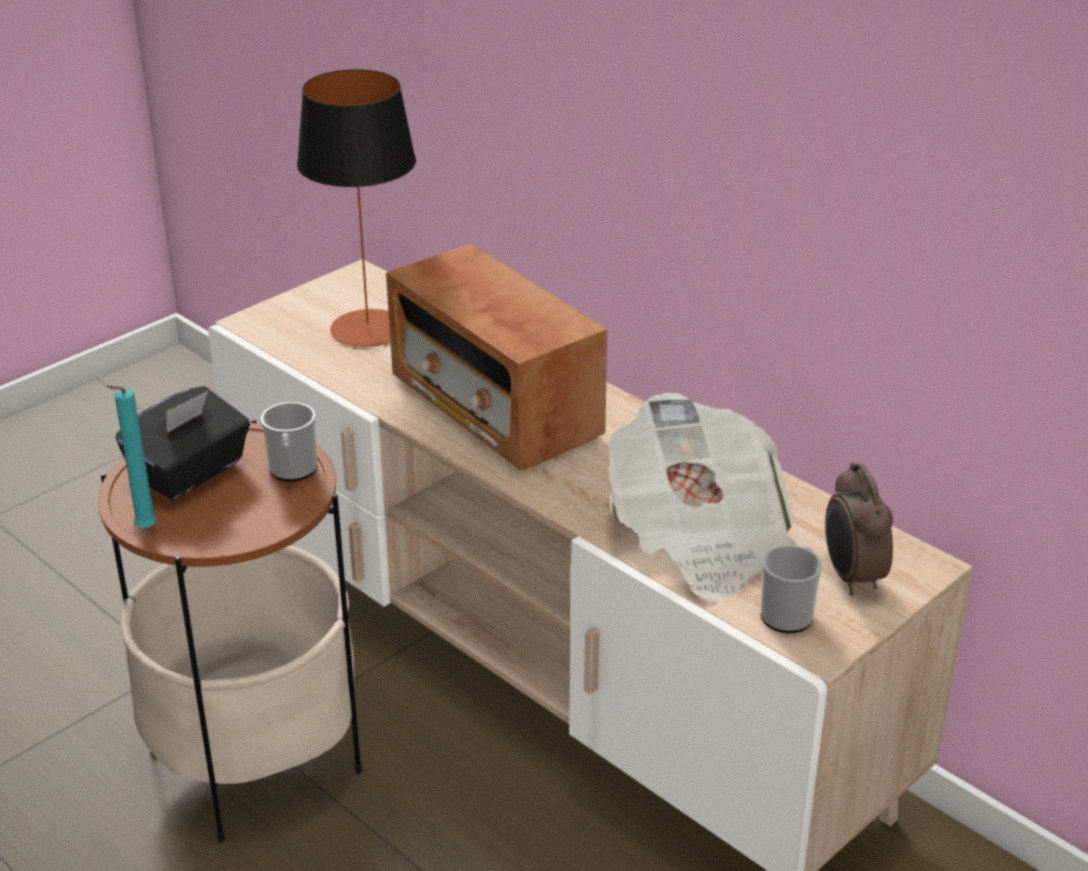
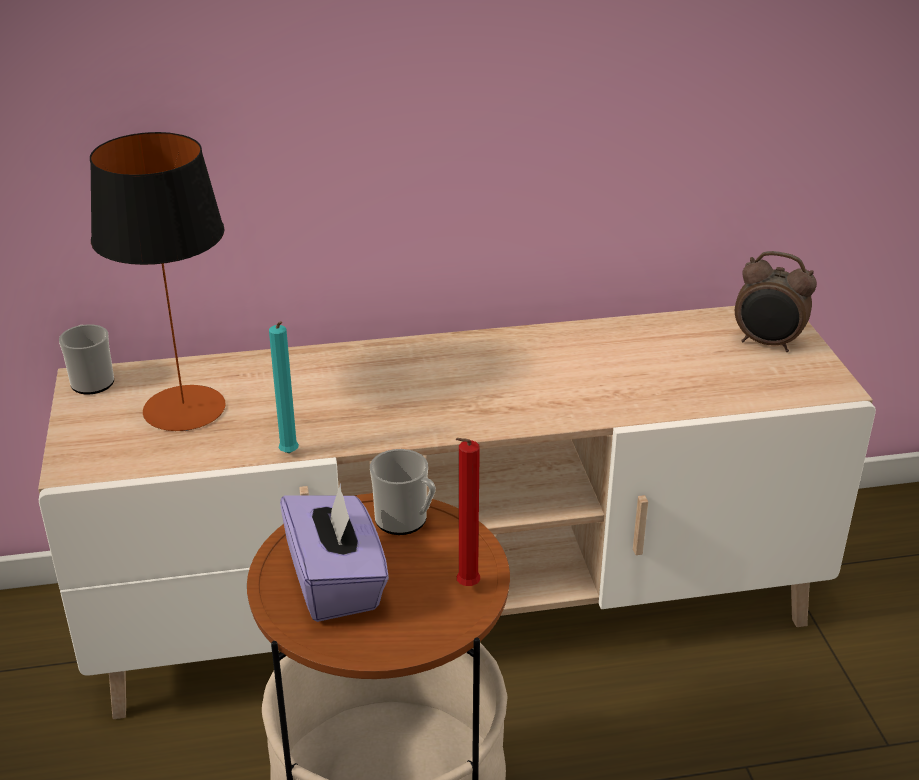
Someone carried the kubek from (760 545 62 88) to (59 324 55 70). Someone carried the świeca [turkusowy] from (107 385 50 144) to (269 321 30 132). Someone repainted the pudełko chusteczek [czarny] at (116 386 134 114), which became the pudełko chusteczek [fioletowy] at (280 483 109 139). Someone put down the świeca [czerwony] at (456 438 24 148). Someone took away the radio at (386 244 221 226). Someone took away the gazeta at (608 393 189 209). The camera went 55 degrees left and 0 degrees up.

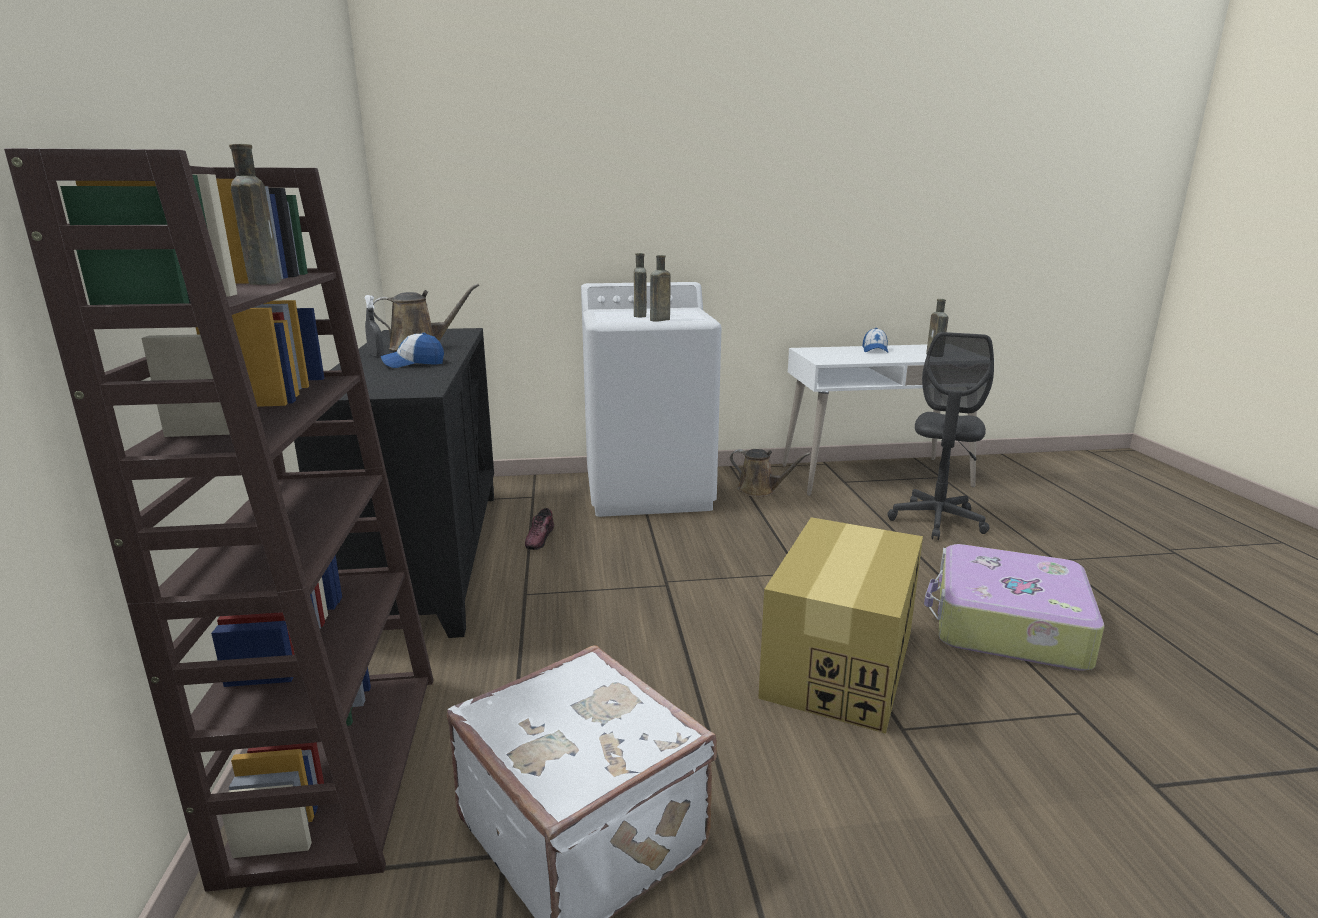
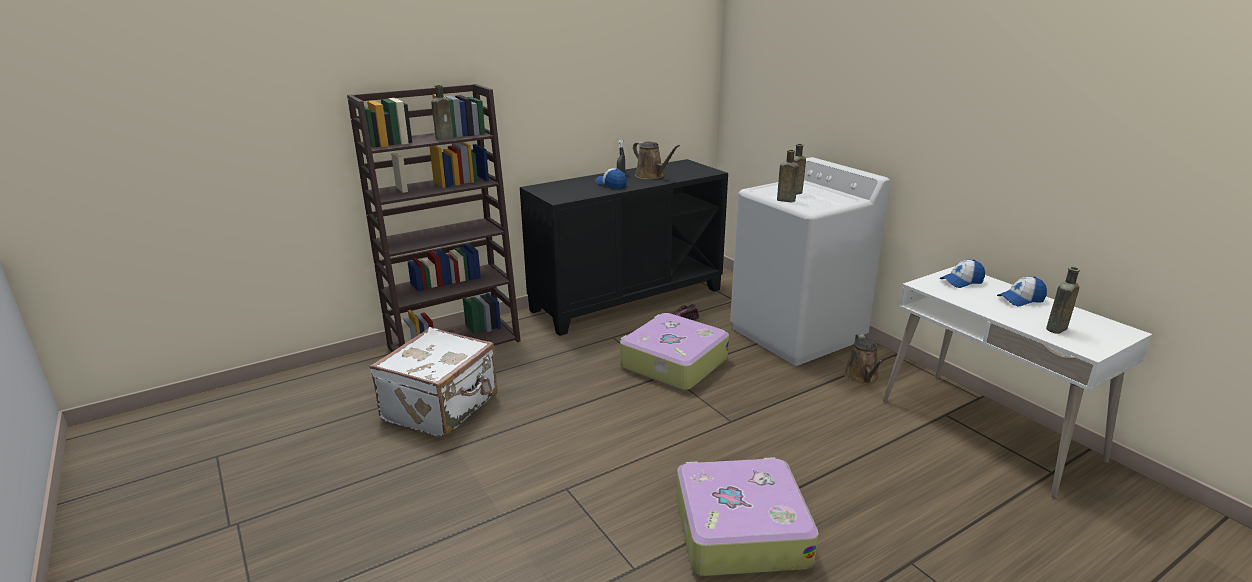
Someone put down the walizka at (620 313 109 77). Someone put down the czapka z daszkiem at (940 259 45 29). Someone took away the karton at (758 517 165 217). Someone took away the krzesło biurowe [szary] at (887 332 107 208). The camera went 65 degrees right and 5 degrees up.

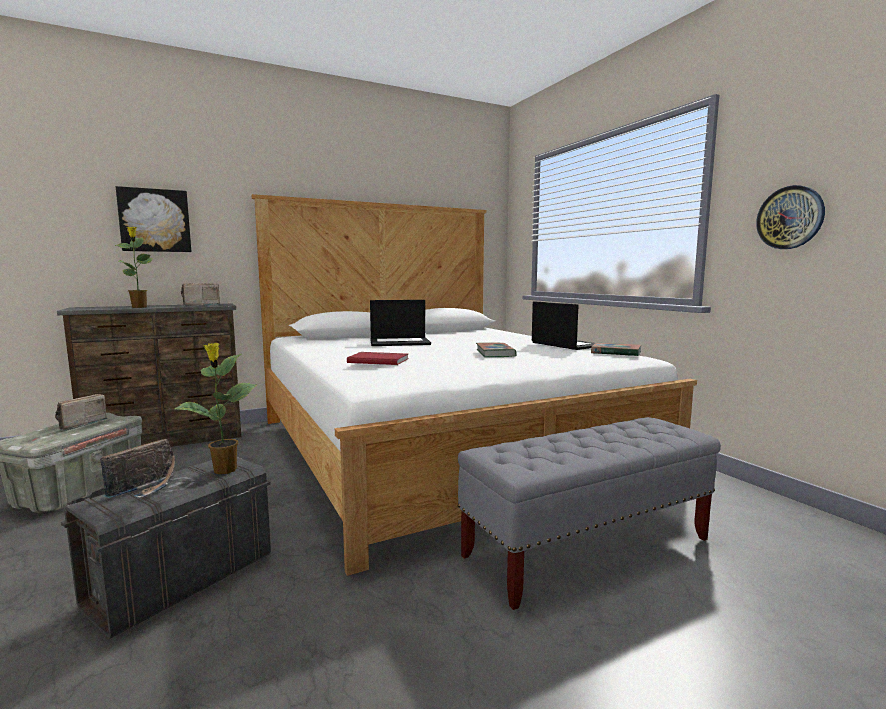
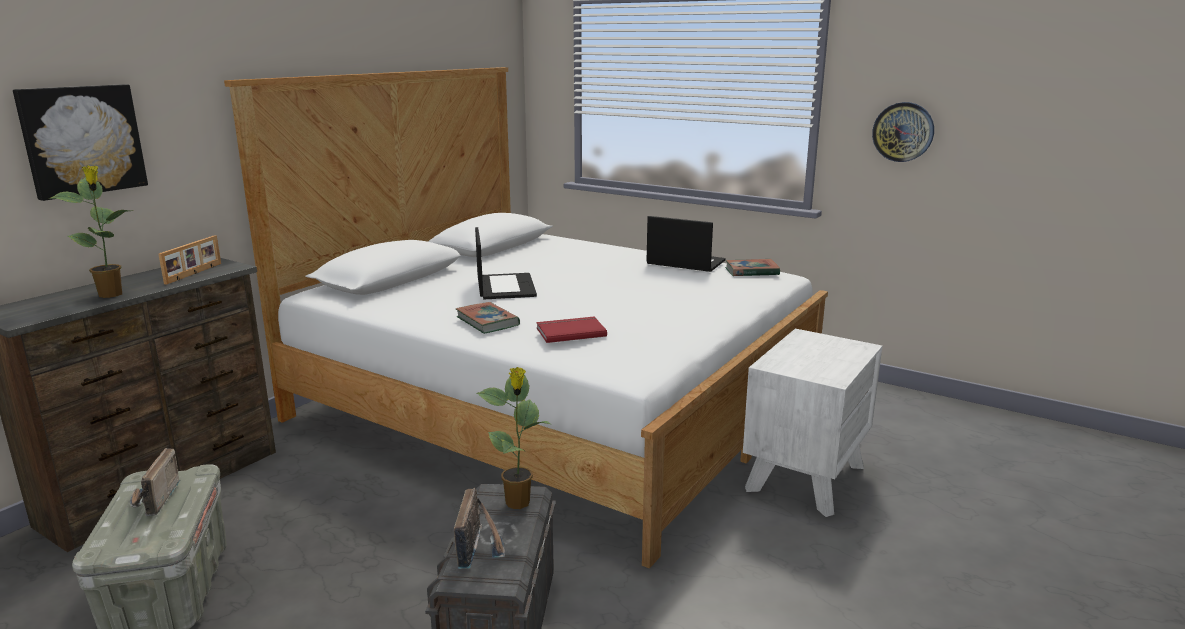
Someone swapped the radio at (181 283 39 24) for the ramka na zdjęcie at (158 235 63 49). Someone carried the książka from (476 342 41 15) to (456 302 64 32). Someone rotated the laptop at (370 300 61 46) by 60 degrees counterclockwise. Someone swapped the ławka [szary] at (458 417 263 193) for the szafka nocna [biały] at (743 329 139 188). The camera went 30 degrees left and 10 degrees up.

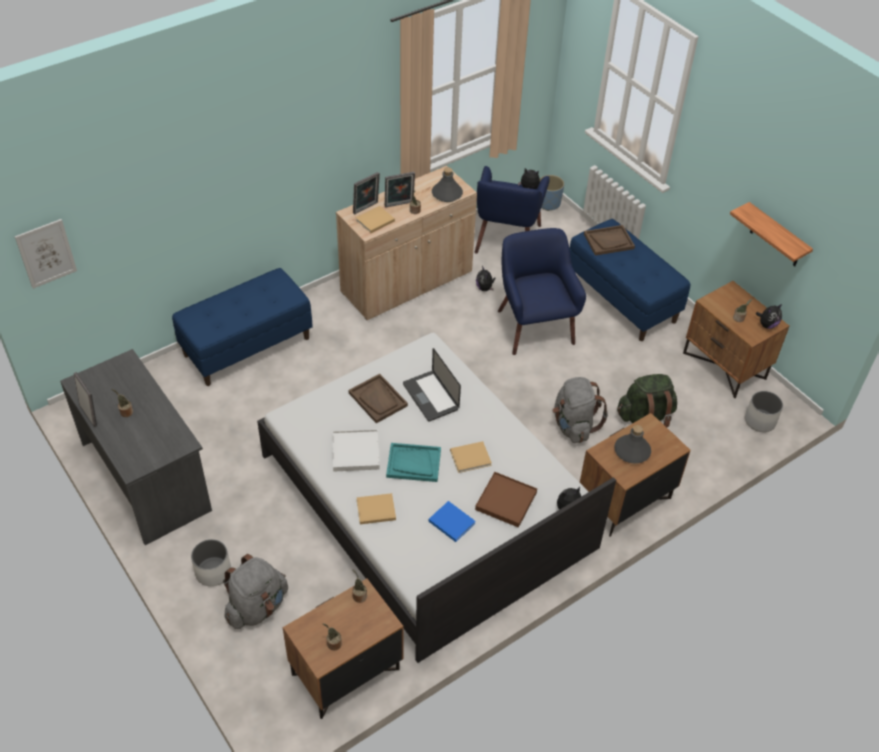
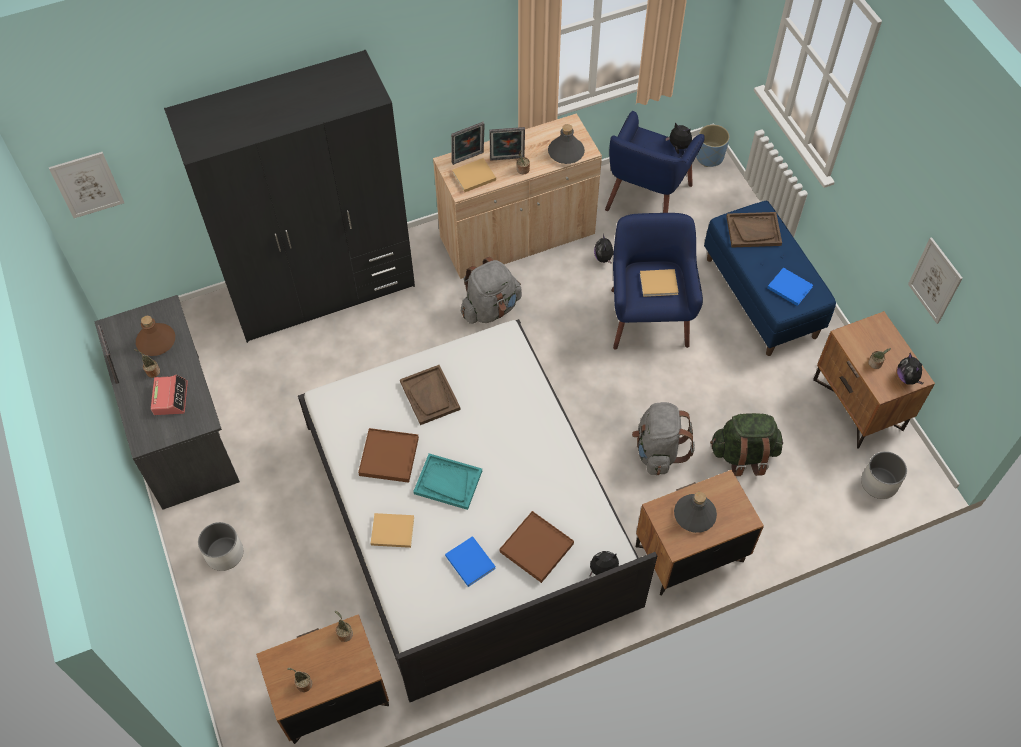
Someone put down the butelka [brązowy] at (136 316 39 40). Someone put down the budzik at (151 374 37 41). Someone swapped the ławka [niebieski] at (172 268 141 118) for the szafa [czarny] at (164 50 251 293). Someone repainted the taca [biały] at (333 429 46 42), which became the taca [brązowy] at (358 428 61 55). Someone carried the plecak [szary] from (223 554 65 75) to (461 257 61 67). Someone carried the książka [beżowy] from (450 441 42 32) to (640 269 39 28). Someone put down the książka [niebieski] at (767 268 46 38). Someone rotated the pluszak at (756 304 26 25) by 90 degrees clockwise. Someone swapped the półka at (730 202 83 64) for the obraz at (908 237 55 87). Someone took away the laptop at (403 348 58 74). The camera went 15 degrees right and 10 degrees up.

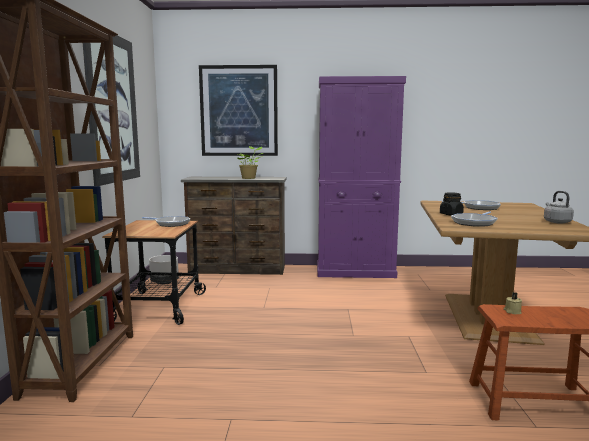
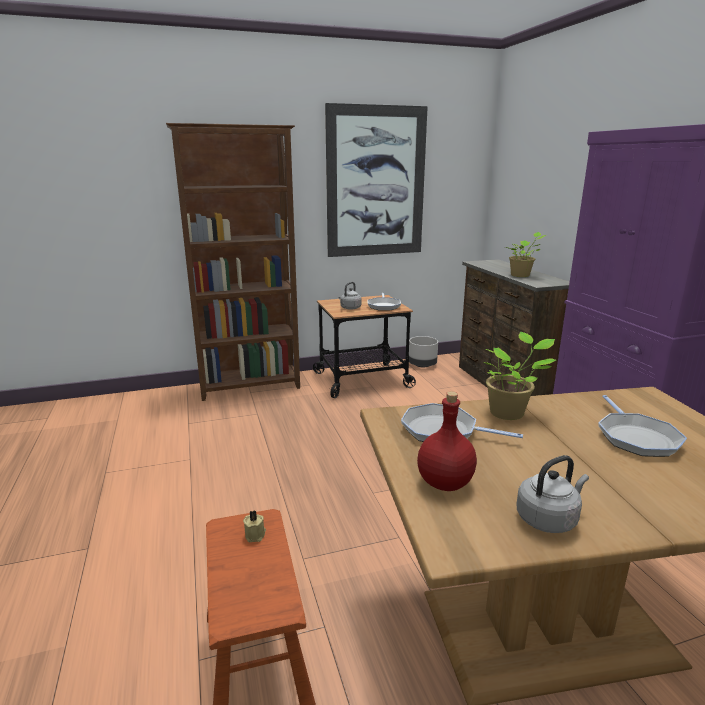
Someone put down the czajnik [szary] at (339 282 23 28). Someone put down the butelka [czerwony] at (417 391 60 100). Someone swapped the słoik [czarny] at (440 192 24 23) for the roślina doniczkowa at (484 332 72 88). Someone took away the obraz at (199 65 79 91). The camera went 70 degrees right and 10 degrees up.

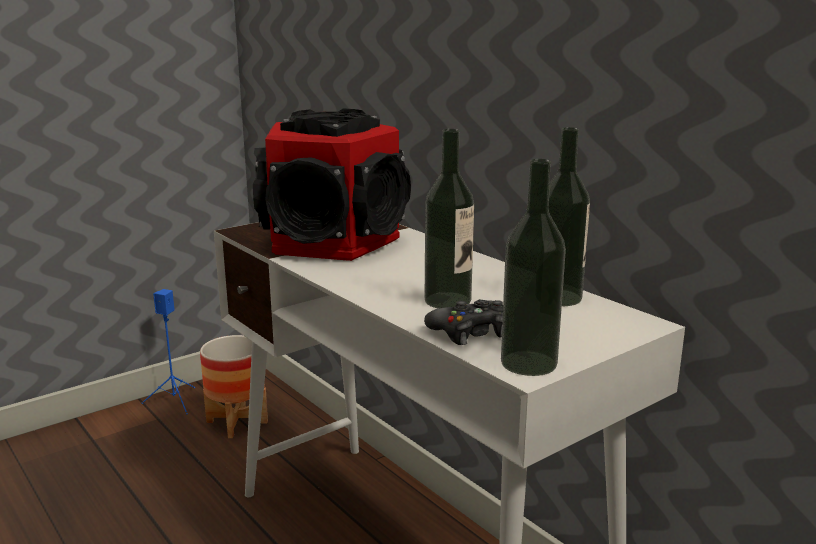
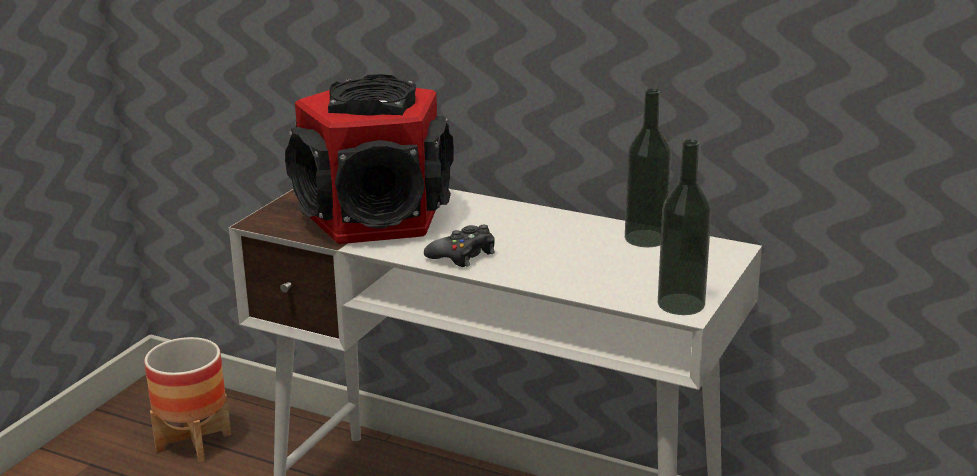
Someone carried the pad do gier [czarny] from (424 299 79 46) to (424 225 71 42). Someone took away the głośnik [niebieski] at (141 289 54 126). Someone took away the butelka at (425 129 49 180). The camera went 25 degrees left and 5 degrees up.

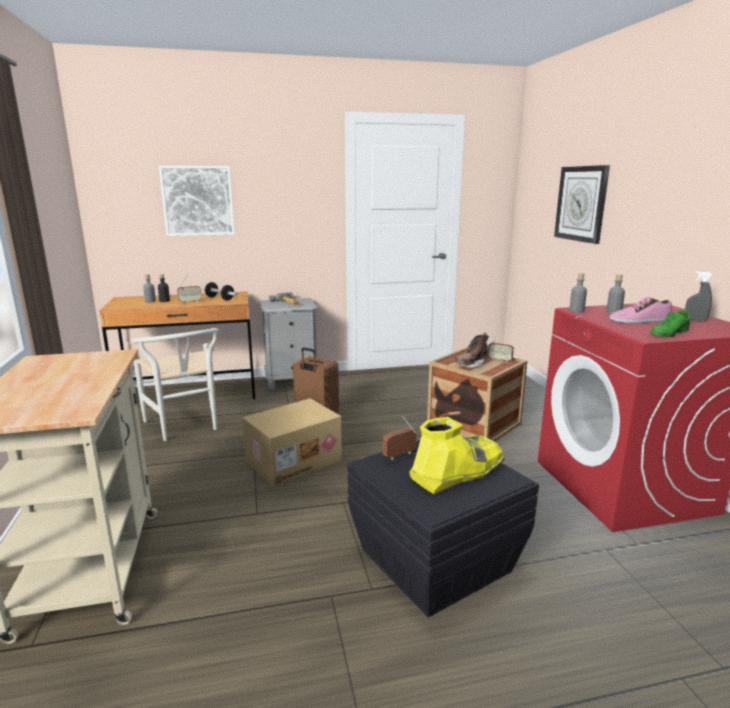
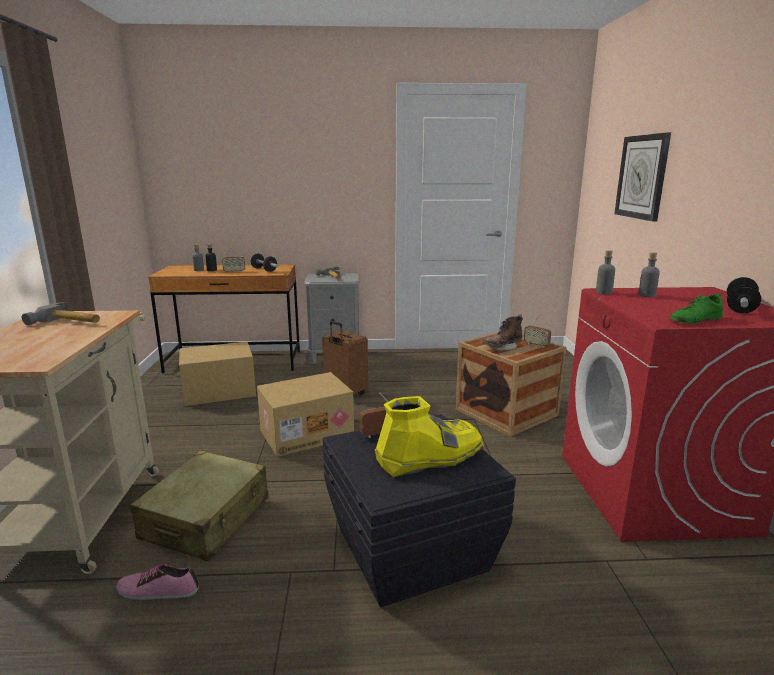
Someone put down the młotek at (22 302 78 23). Someone carried the but from (609 297 63 26) to (116 564 83 36). Someone put down the walizka [beżowy] at (130 451 138 110). Someone swapped the krzesło [biały] at (132 328 86 113) for the karton at (179 342 77 64). Someone swapped the spryskiwacz [szary] at (685 271 28 51) for the hantel at (727 277 34 36). Someone took away the obraz at (159 166 76 70). The camera went 10 degrees right and 0 degrees up.

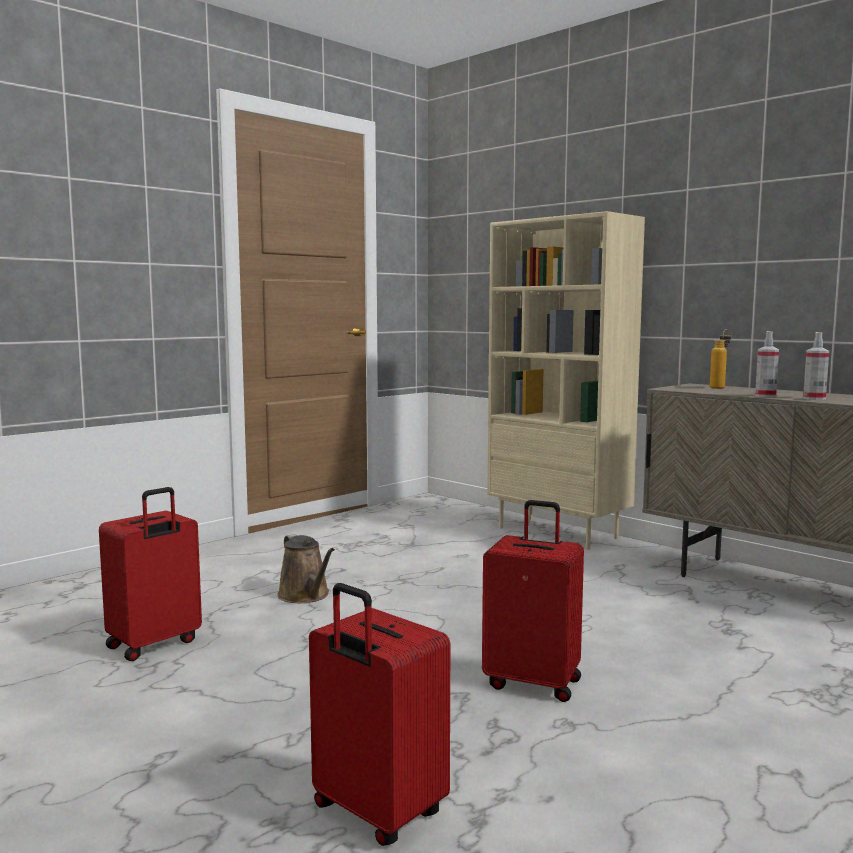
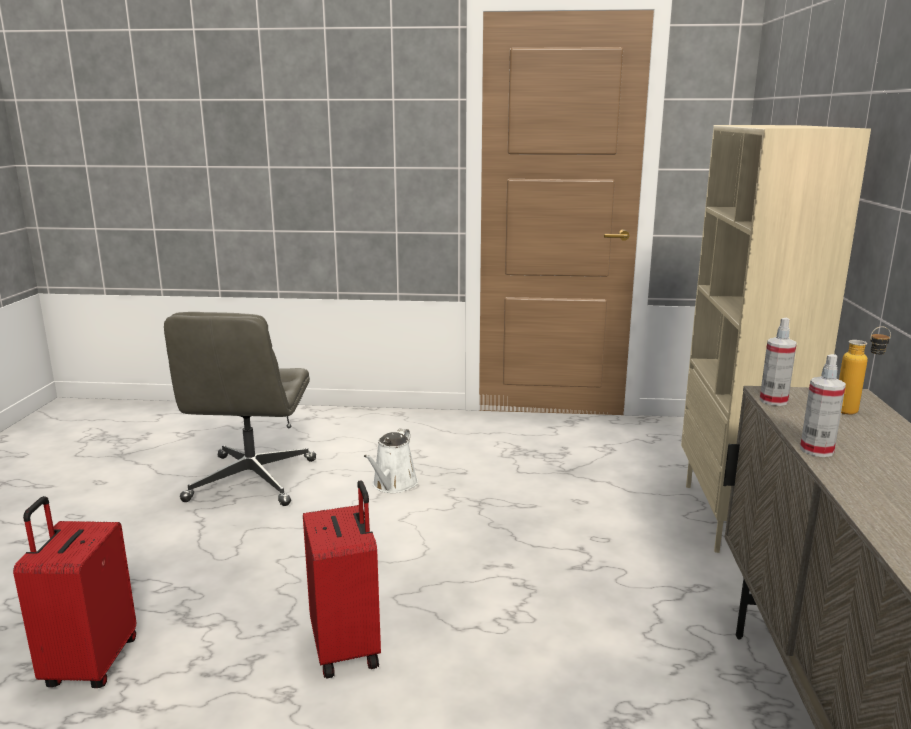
Someone swapped the walizka [czerwony] at (99 487 103 174) for the krzesło biurowe [szary] at (164 312 152 194). Someone repainted the konewka [brązowy] at (277 534 58 69), which became the konewka [biały] at (363 429 55 64). Someone carried the spryskiwacz from (803 332 26 68) to (760 318 37 88). The camera went 50 degrees right and 10 degrees up.

